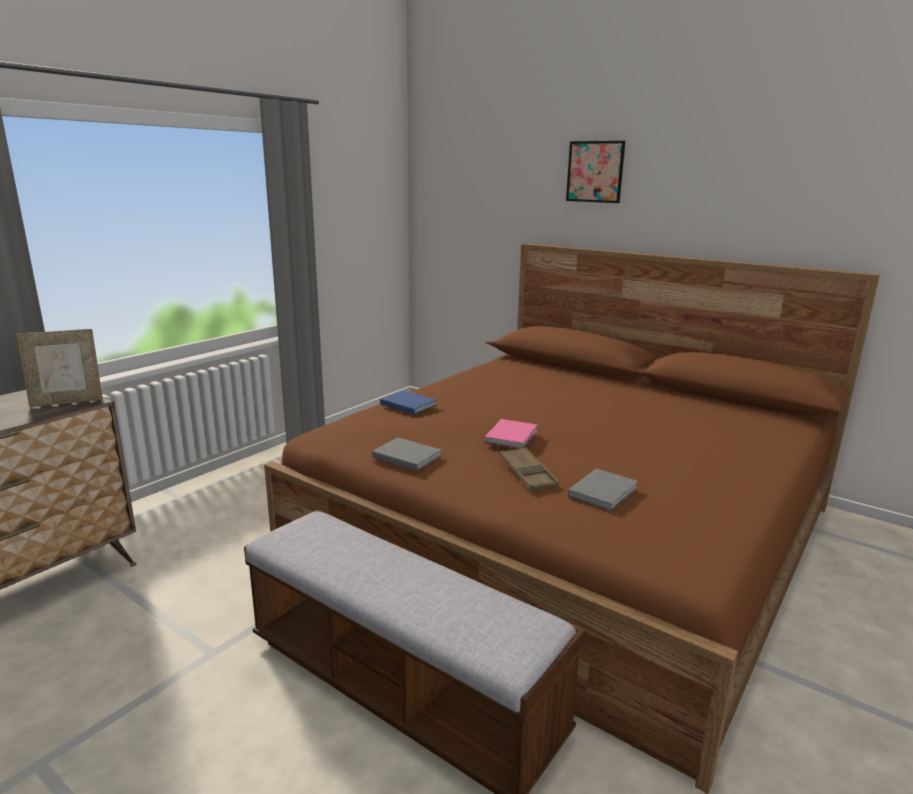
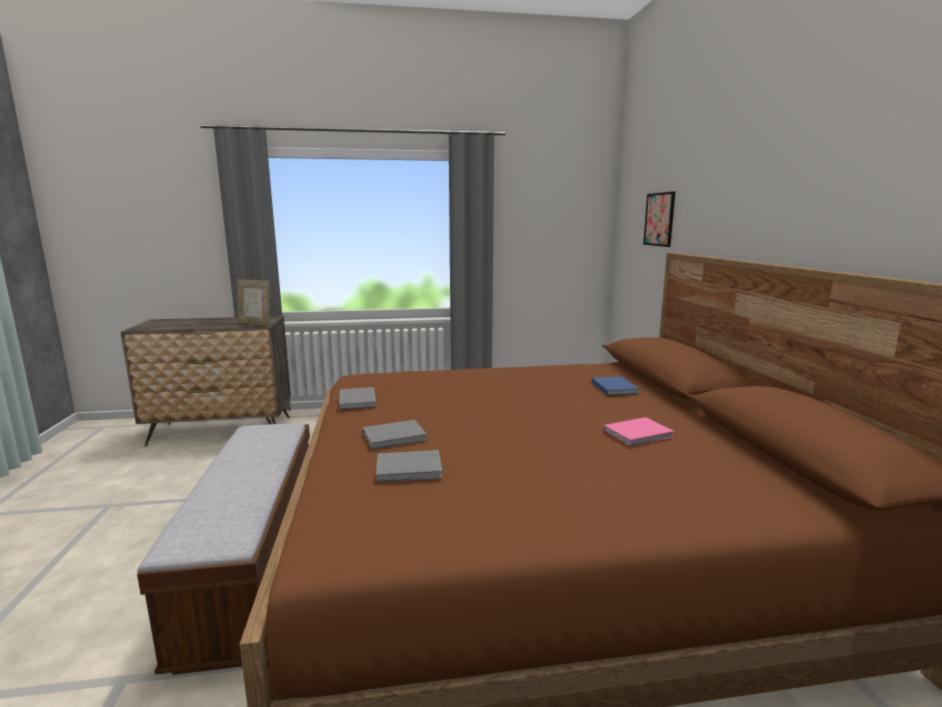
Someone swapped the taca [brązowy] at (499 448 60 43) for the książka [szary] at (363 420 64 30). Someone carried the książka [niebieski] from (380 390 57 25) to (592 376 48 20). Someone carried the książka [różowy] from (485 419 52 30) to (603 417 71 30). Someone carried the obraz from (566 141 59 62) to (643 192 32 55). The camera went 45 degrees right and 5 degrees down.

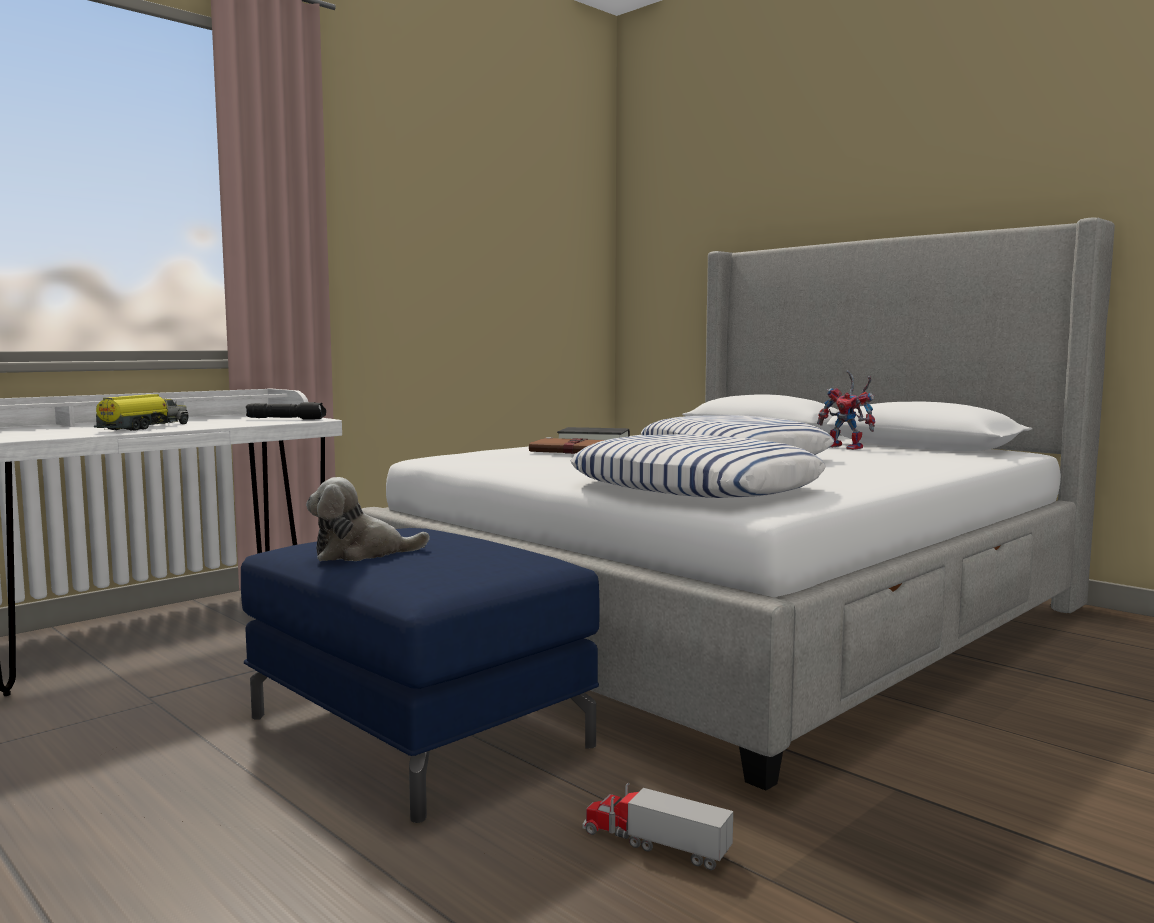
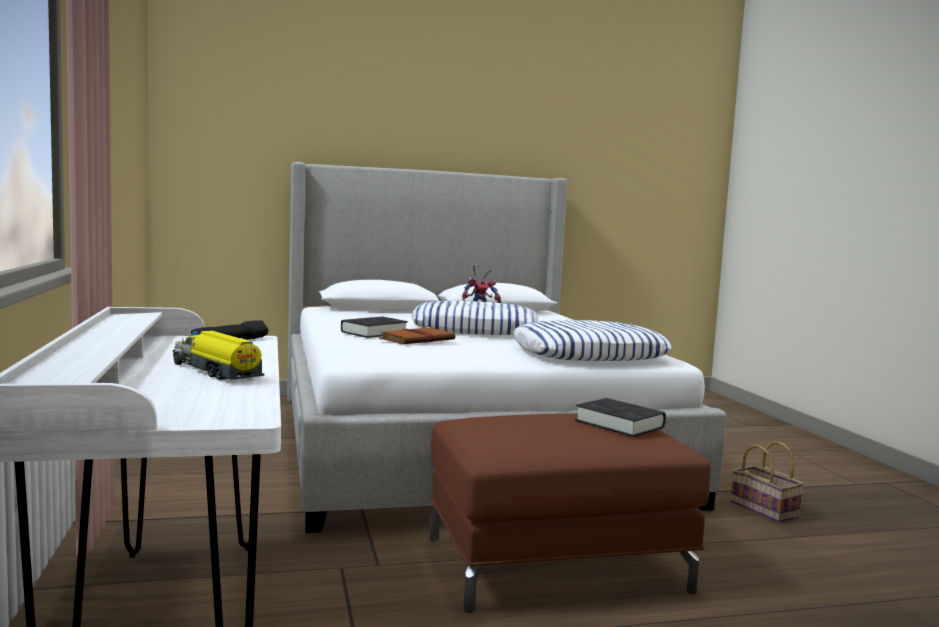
Someone repainted the pufa [niebieski] at (241 528 359 295), which became the pufa [brązowy] at (430 413 281 200). Someone put down the książka [czarny] at (575 398 91 39). Someone put down the koszyk at (731 441 73 81). Someone took away the pluszak at (306 477 124 84). Someone took away the ciężarówka zabawkowa at (582 783 151 87). The camera went 60 degrees left and 0 degrees up.

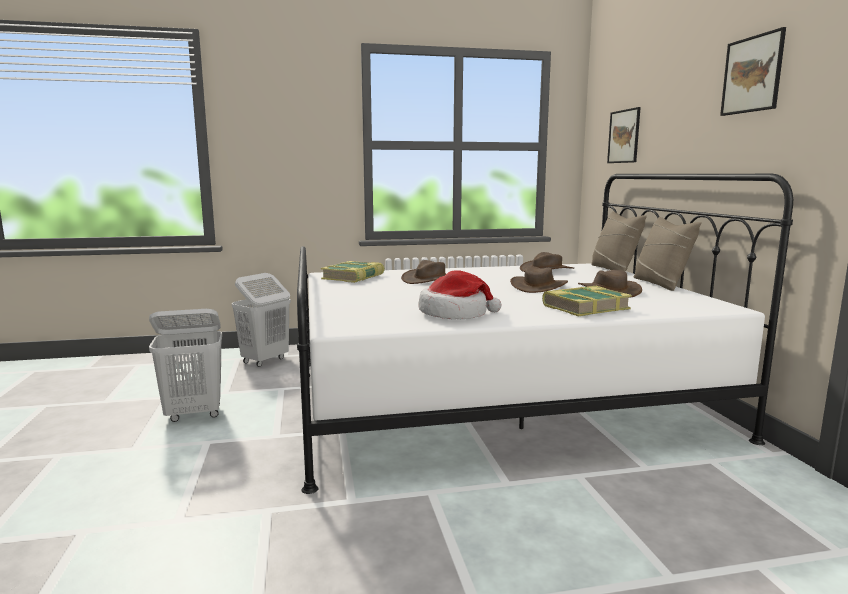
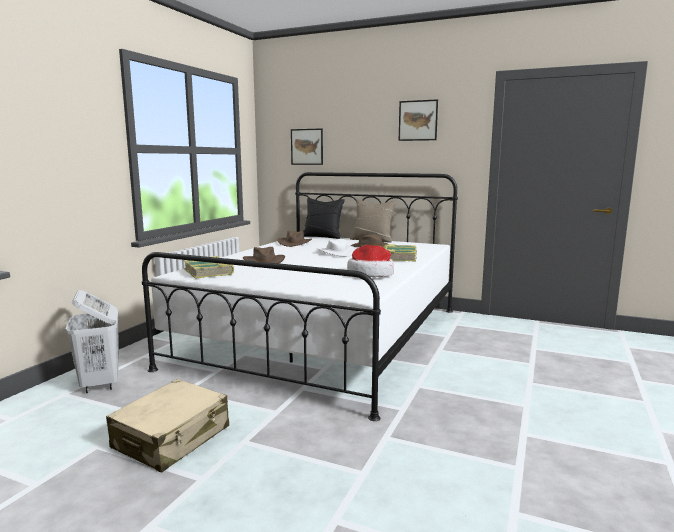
Someone swapped the kosz na pranie [biały] at (149 309 73 113) for the walizka [beżowy] at (106 379 123 93). Someone repainted the poduszka [beżowy] at (591 211 56 61), which became the poduszka [czarny] at (303 198 42 41). Someone repainted the kapelusz [brązowy] at (510 266 58 27), which became the kapelusz [biały] at (317 239 39 18). The camera went 55 degrees left and 0 degrees up.

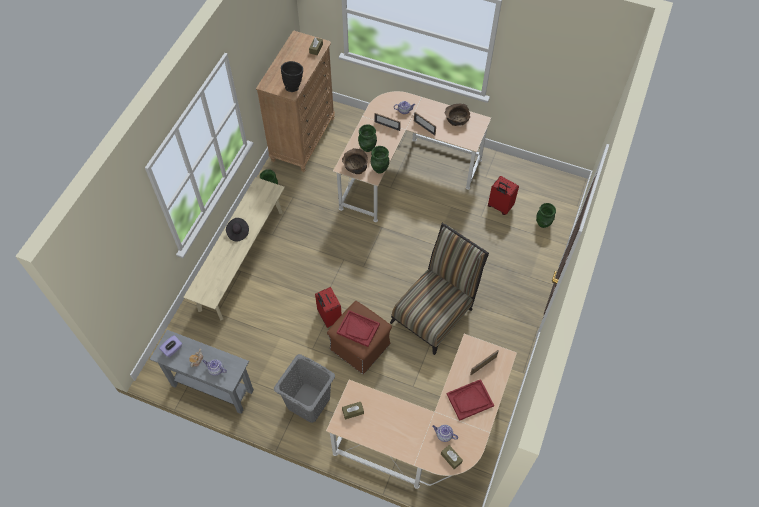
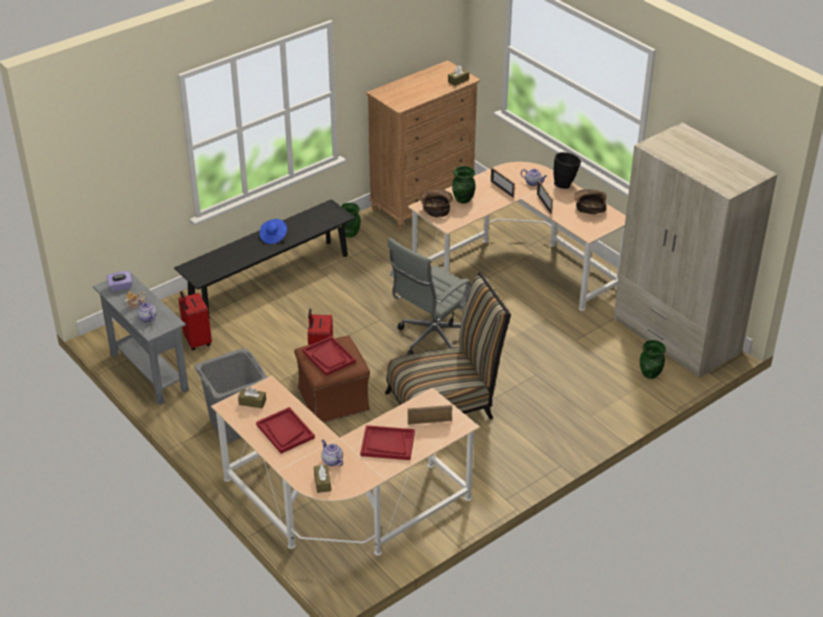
Someone repainted the ławka [beżowy] at (183 177 102 144), which became the ławka [czarny] at (174 199 182 120). Someone carried the walizka [czerwony] from (488 176 31 39) to (178 291 34 59). Someone put down the taca [czerwony] at (256 407 59 47). Someone repainted the kapelusz [czarny] at (226 218 23 23), which became the kapelusz [niebieski] at (260 219 27 25). Someone put down the krzesło biurowe [szary] at (388 238 84 117). Someone carried the wazon [czarny] from (281 61 22 31) to (553 152 28 37). Someone put down the szafa [beżowy] at (614 122 163 256). Someone took away the wazon [zielony] at (371 146 18 27). The camera went 30 degrees right and 20 degrees down.

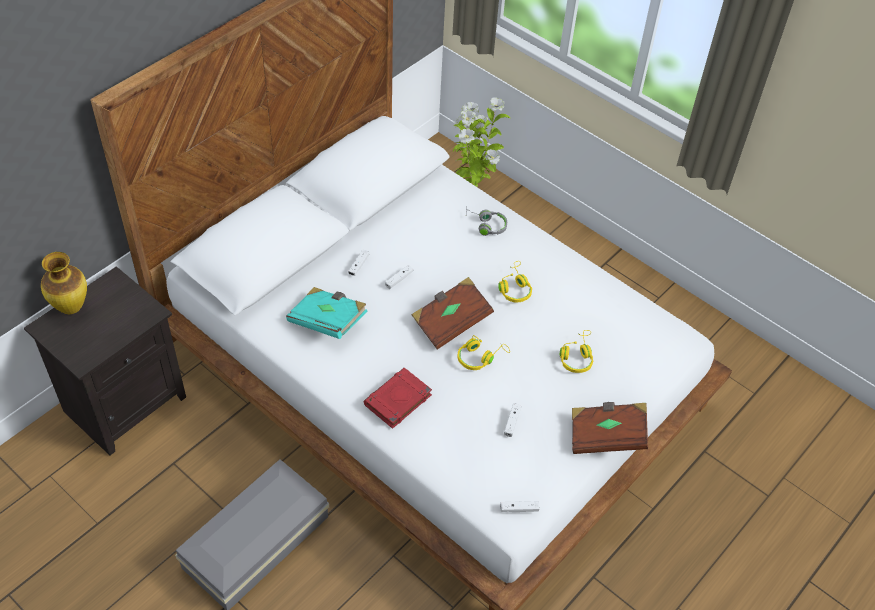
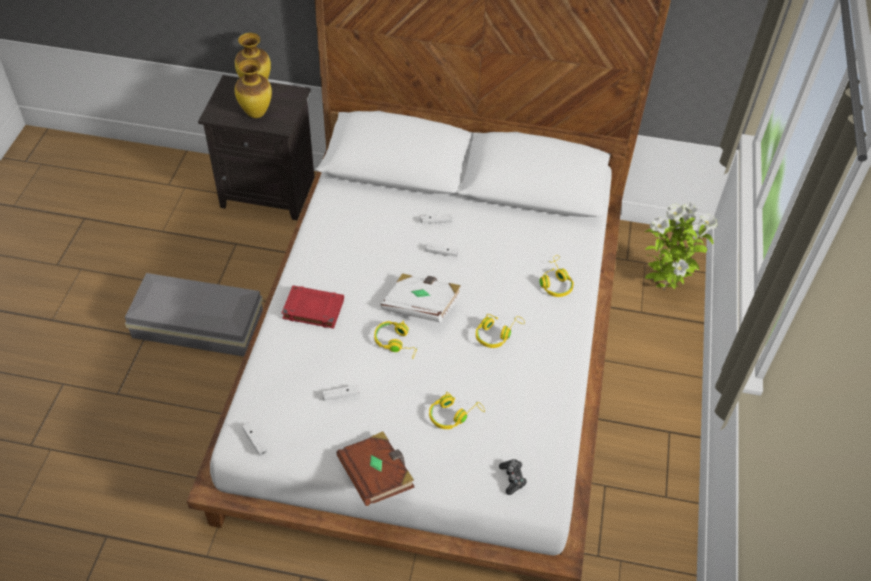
Someone put down the wazon at (235 59 37 59). Someone repainted the książka [brązowy] at (411 277 83 73), which became the książka [biały] at (381 273 81 50). Someone put down the pad do gier at (499 459 28 36). Someone repainted the słuchawki [szary] at (466 207 41 29), which became the słuchawki [żółty] at (539 255 35 42). Someone took away the książka [turkusowy] at (286 287 82 52). The camera went 60 degrees right and 0 degrees up.

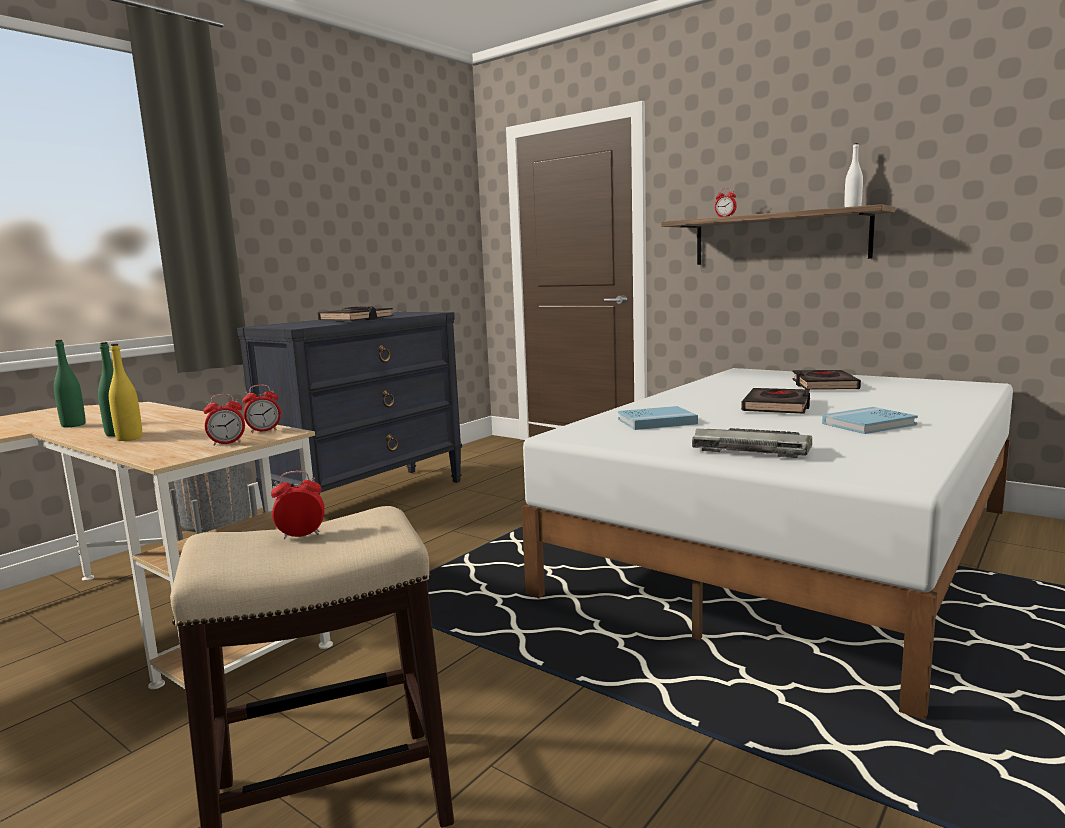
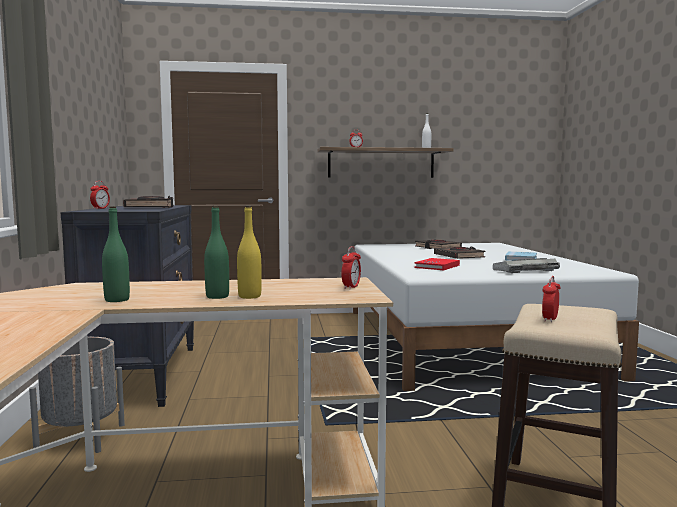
Someone carried the budzik from (243 385 38 48) to (90 181 20 28). Someone repainted the książka [niebieski] at (618 406 80 24), which became the książka [czerwony] at (415 258 45 12). The camera went 45 degrees left and 5 degrees down.

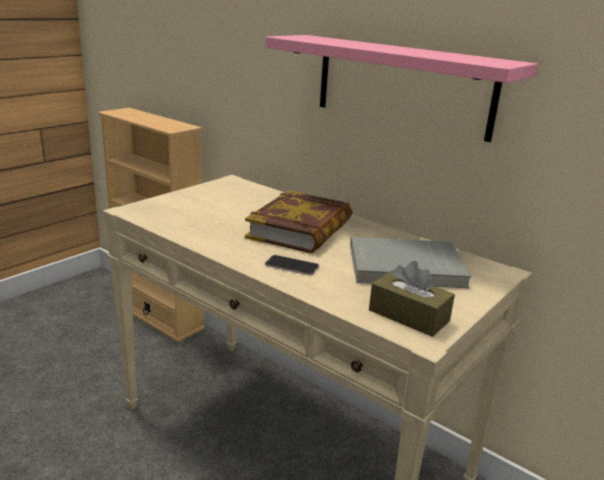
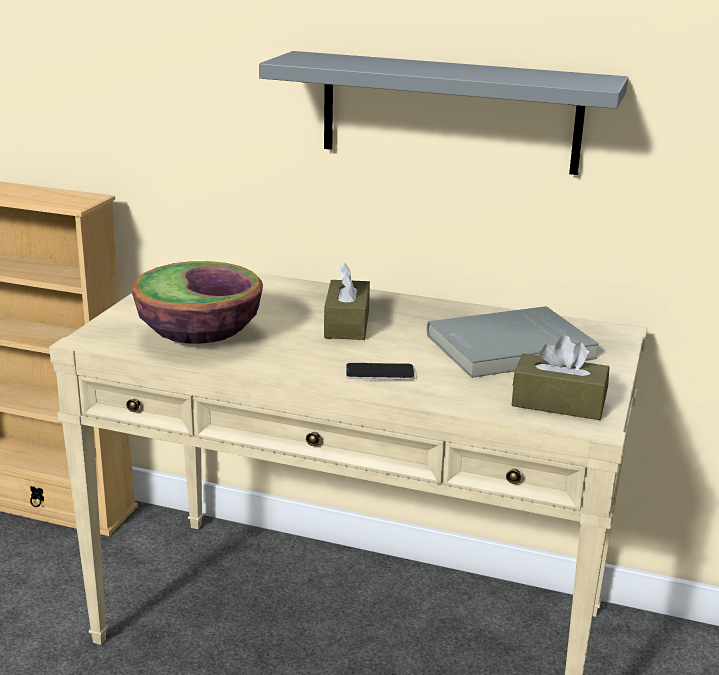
Someone put down the miska at (131 261 132 83). Someone repainted the półka [różowy] at (265 35 273 107), which became the półka [szary] at (259 51 369 124). Someone swapped the książka at (245 190 107 63) for the pudełko chusteczek [brązowy] at (324 263 46 77). The camera went 20 degrees left and 0 degrees up.

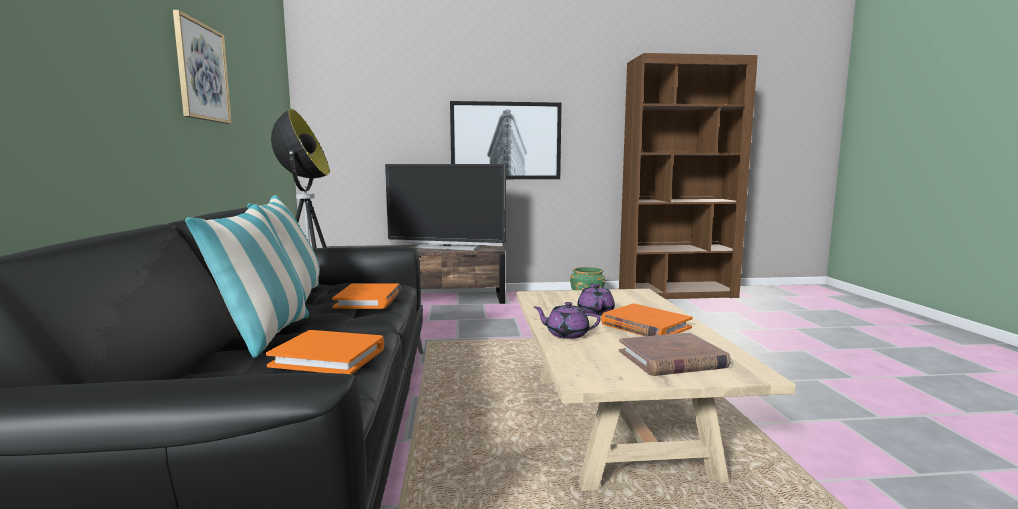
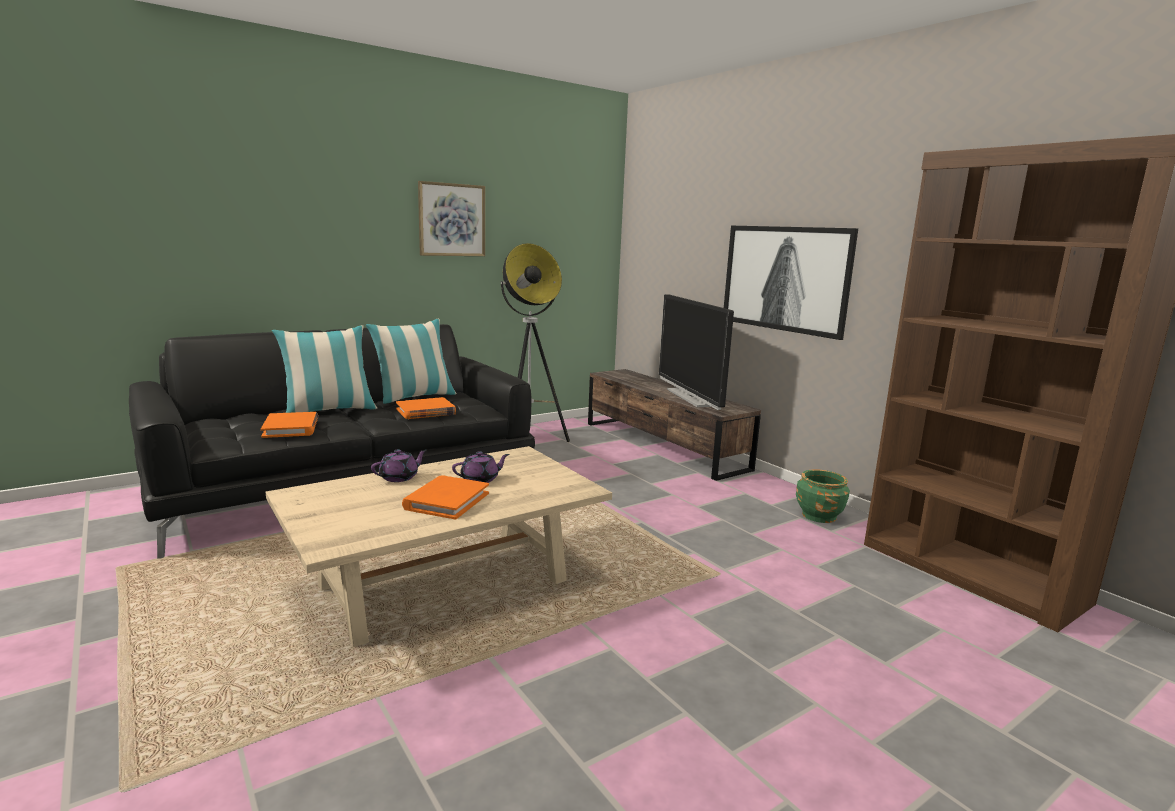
Someone rotated the imbryk [fioletowy] at (533 302 67 37) by 60 degrees clockwise. Someone took away the książka [brązowy] at (619 332 112 44). The camera went 60 degrees right and 5 degrees up.

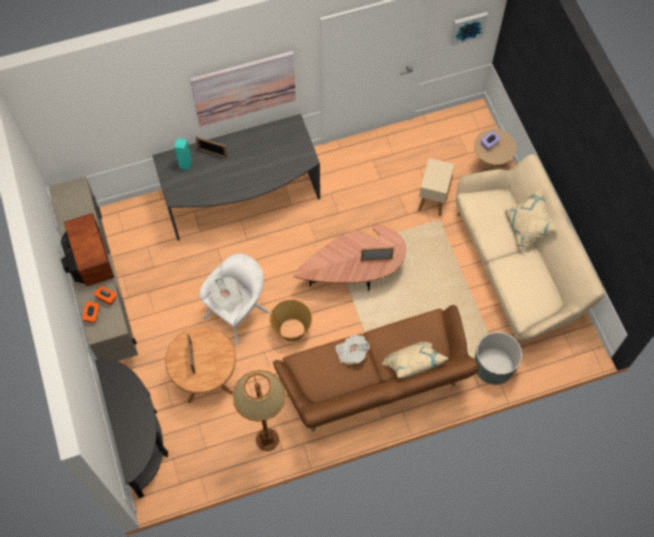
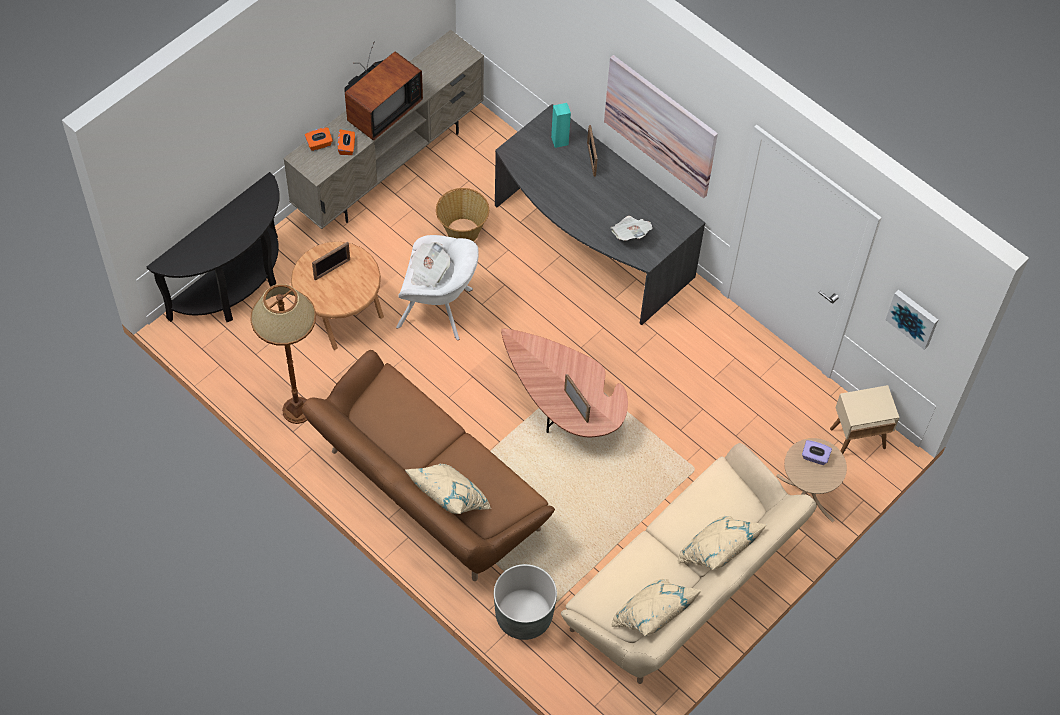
Someone carried the koszyk from (270 300 42 42) to (436 188 53 54). Someone carried the gazeta from (335 335 34 29) to (611 216 42 25). Someone put down the poduszka [beżowy] at (611 579 91 57). Someone carried the stolik [beżowy] from (418 158 36 58) to (830 385 70 69). The camera went 60 degrees right and 5 degrees down.

